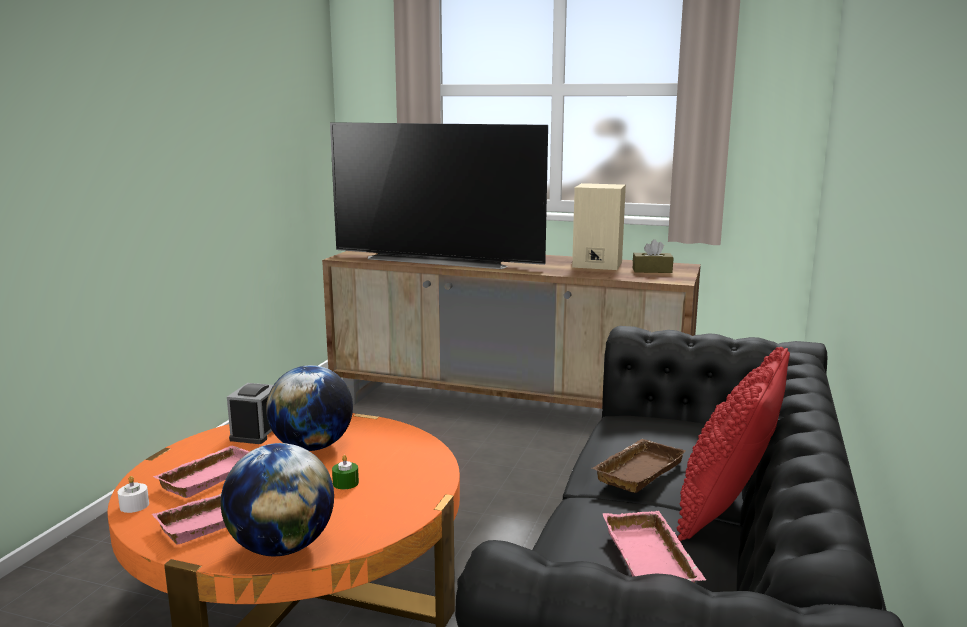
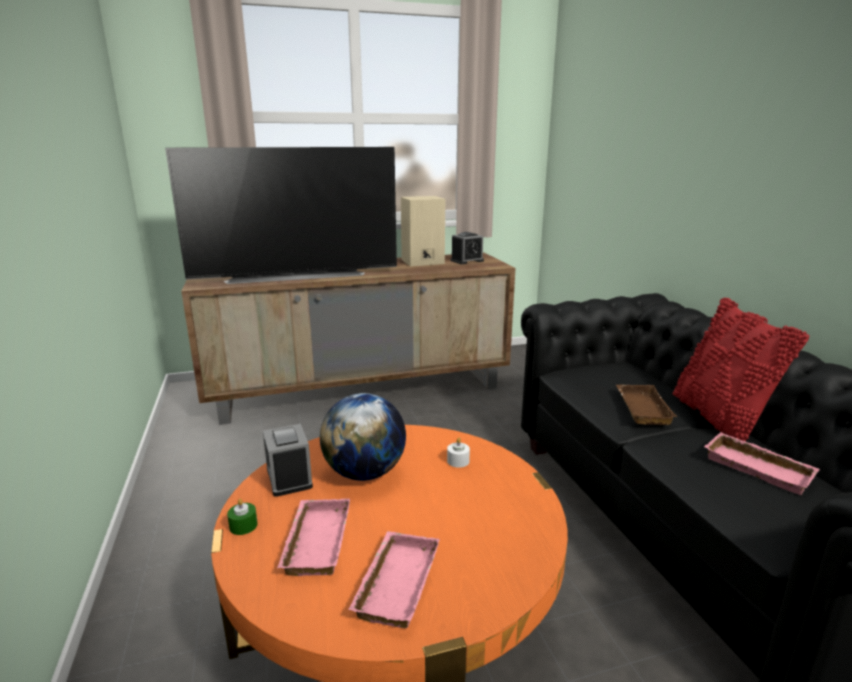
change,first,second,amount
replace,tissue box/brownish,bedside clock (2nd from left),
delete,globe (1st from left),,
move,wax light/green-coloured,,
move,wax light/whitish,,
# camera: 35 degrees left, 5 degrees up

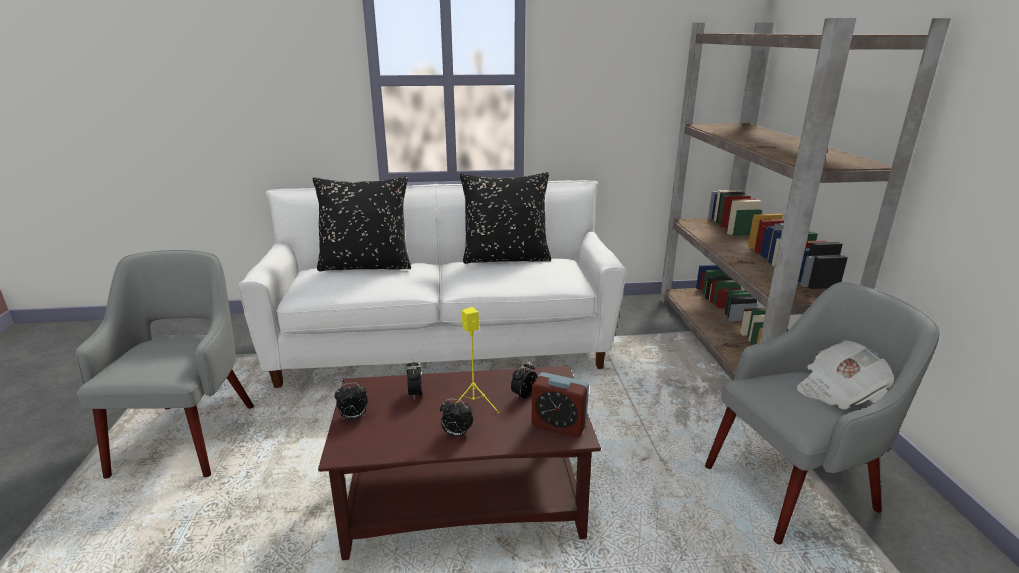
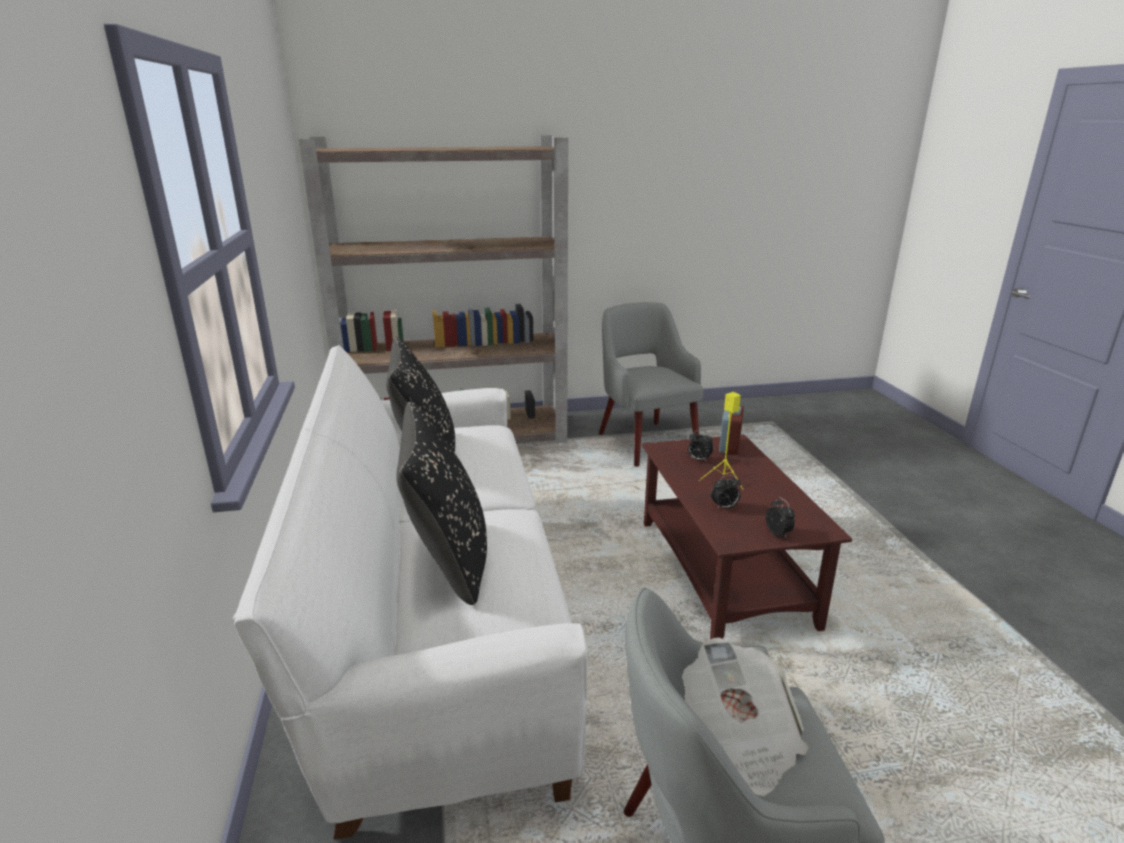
change,first,second,amount
move,printed paper,,
delete,bedside clock (3rd from left),,
# camera: 95 degrees left, 0 degrees up

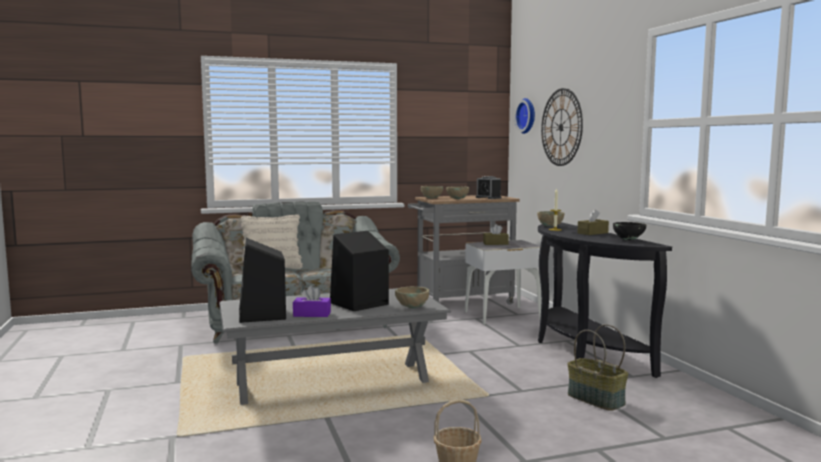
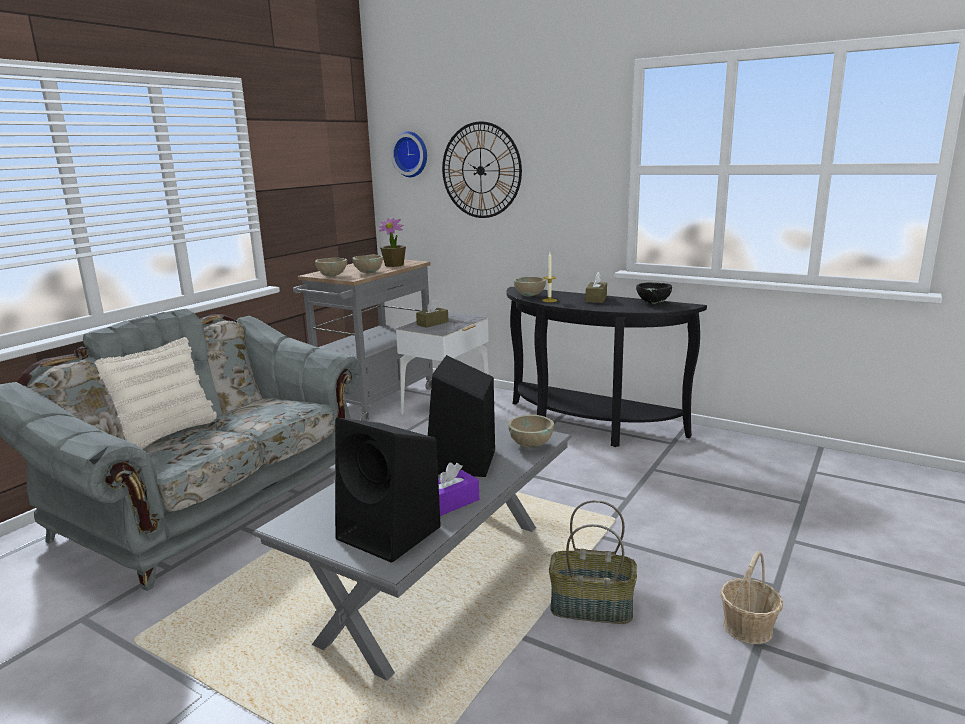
change,first,second,amount
replace,bedside clock,potted plant,
move,household basket (2nd from left in the first image),household basket (1st from left),
# camera: 40 degrees left, 10 degrees up

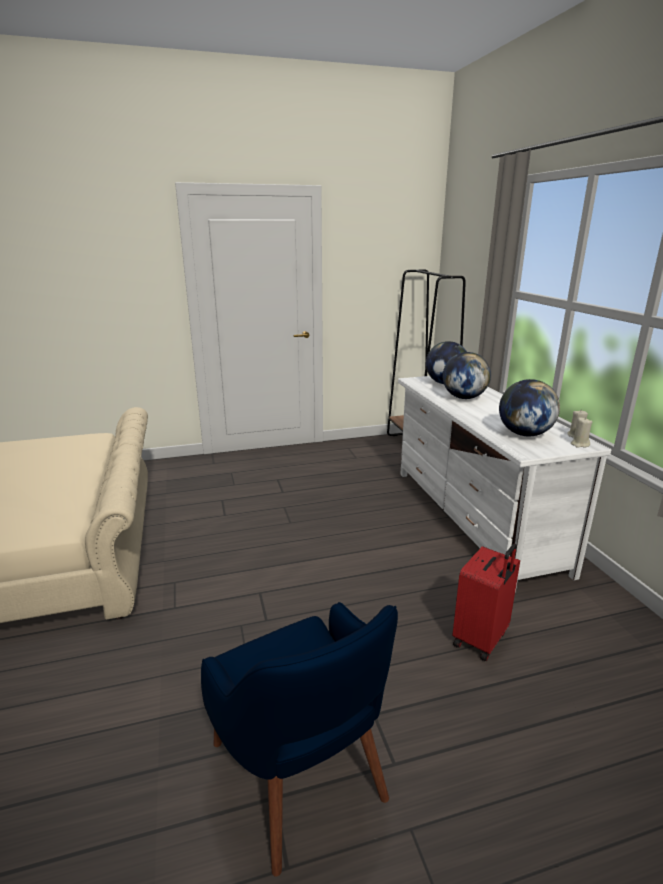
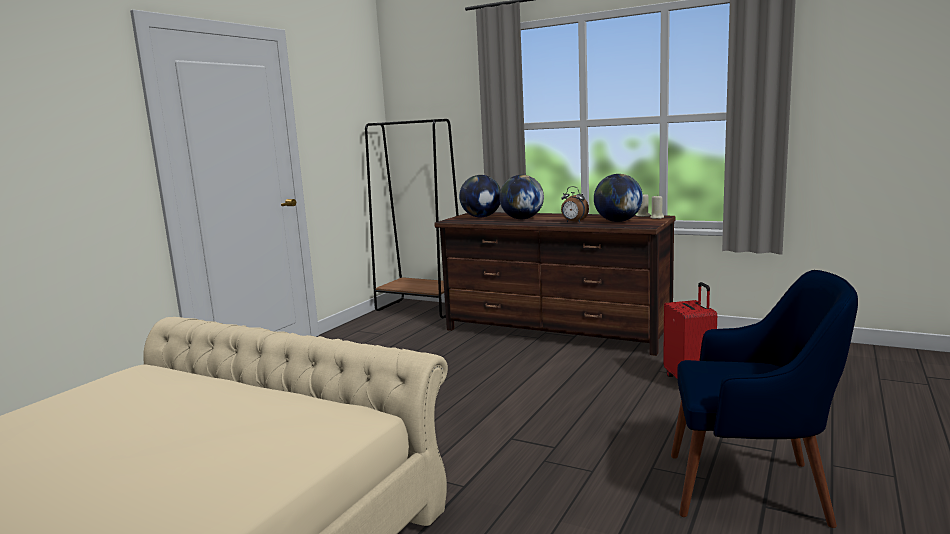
change,first,second,amount
recolor,chest of drawers/whitish,chest of drawers/brownish,
insert,,bedside clock,
# camera: 45 degrees left, 10 degrees down

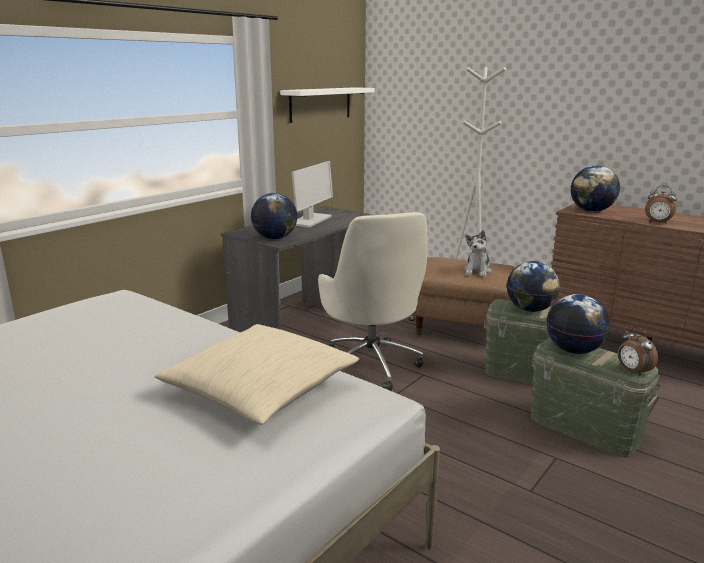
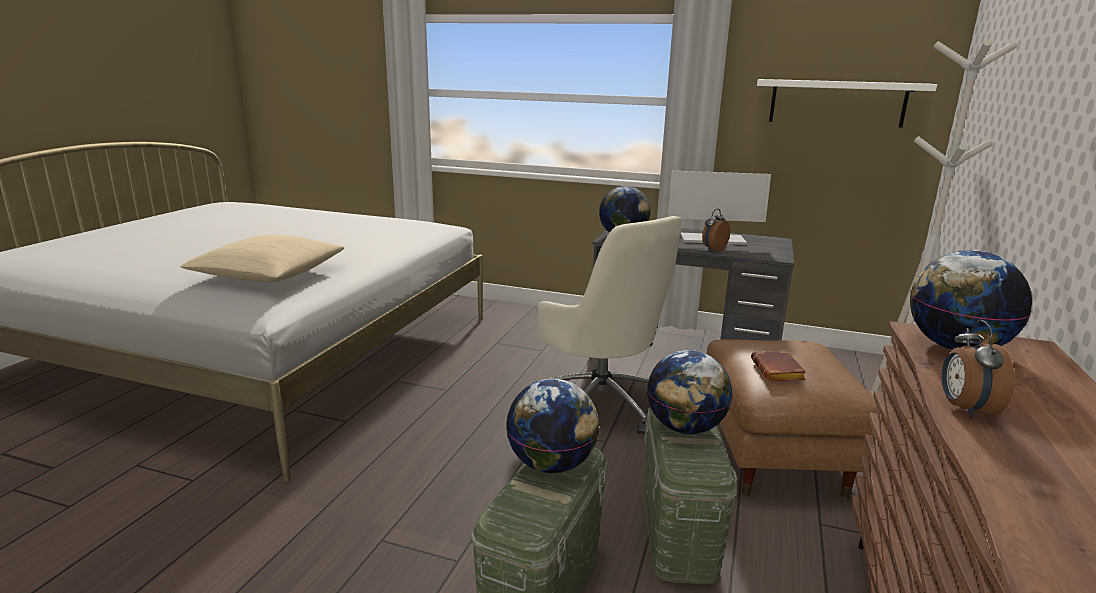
change,first,second,amount
rotate,desk chair/beige,,90 degrees counterclockwise
replace,plush toy,bound book/brownish,
move,bedside clock (1st from left),,
# camera: 70 degrees right, 0 degrees up

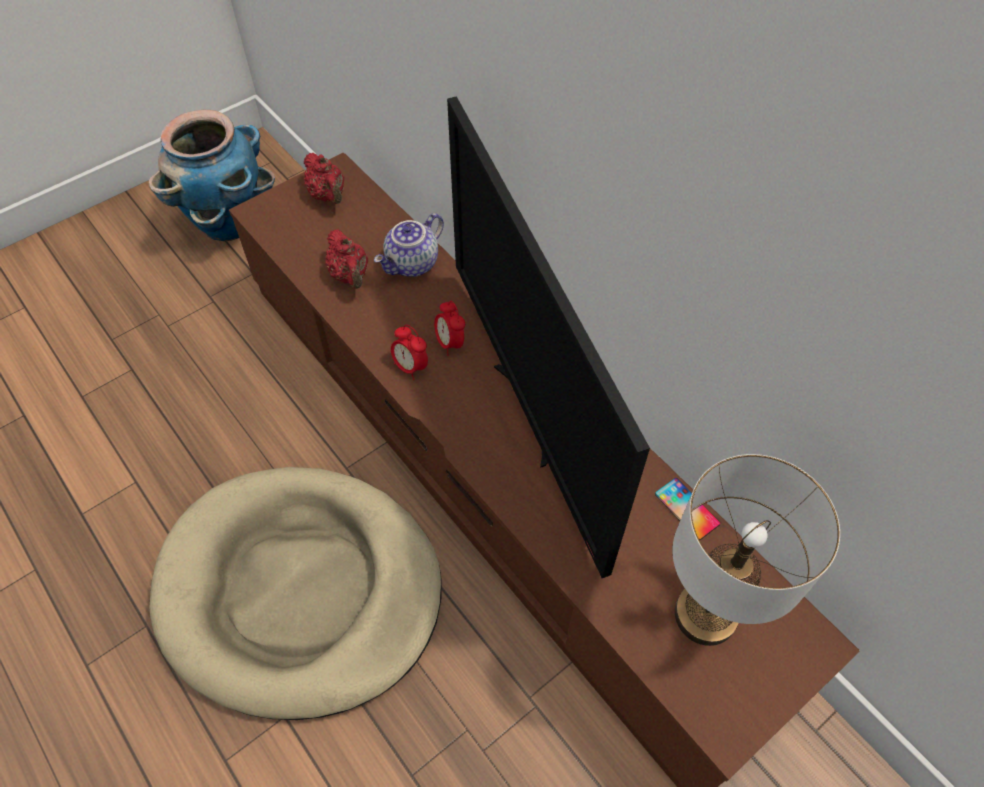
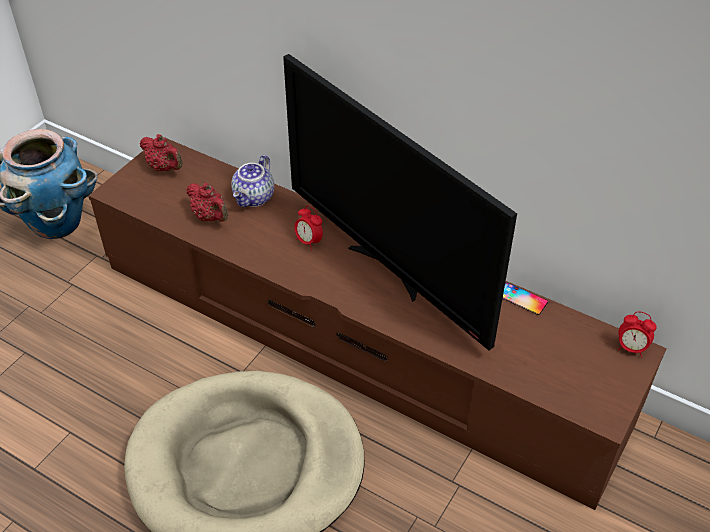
change,first,second,amount
move,bedside clock (1st from left in the first image),bedside clock (2nd from left),
delete,table lamp,,
# camera: 20 degrees left, 10 degrees down

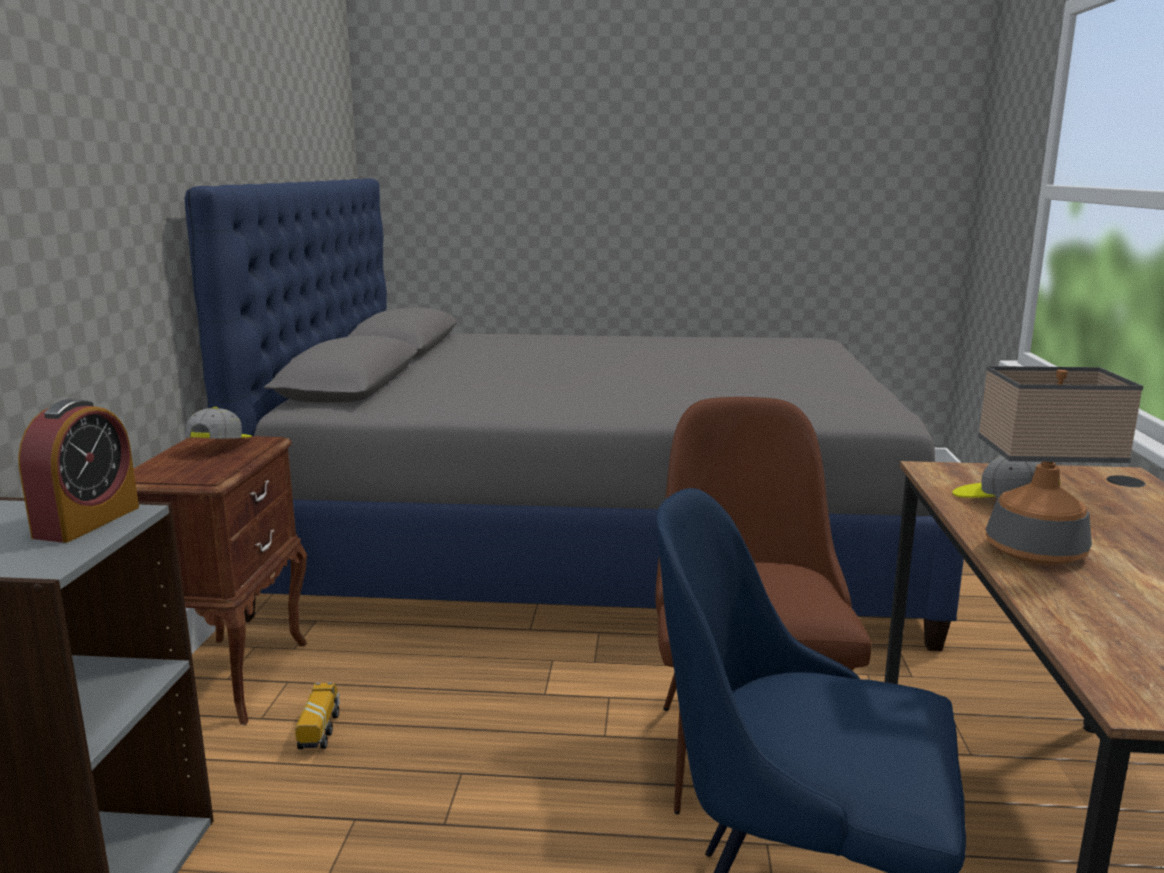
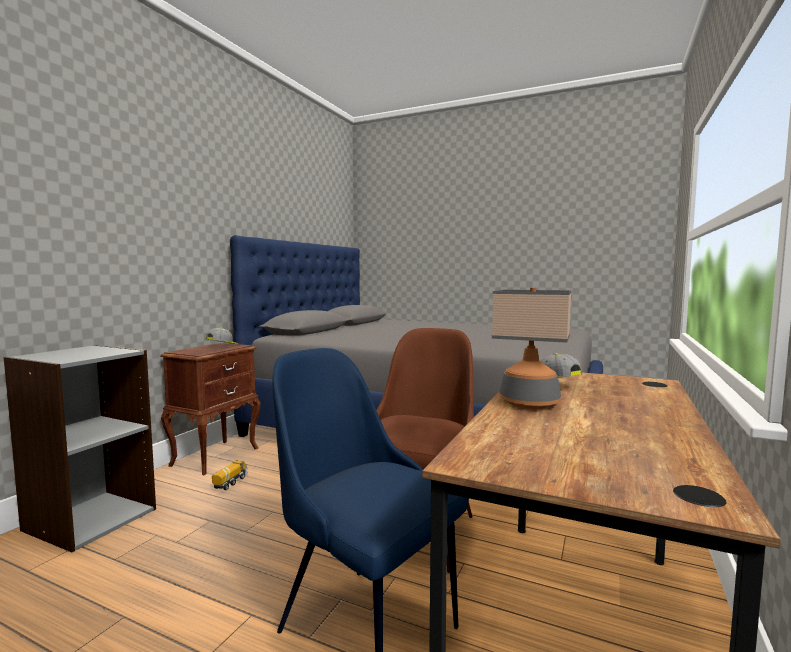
change,first,second,amount
delete,bedside clock,,
# camera: 20 degrees right, 10 degrees down

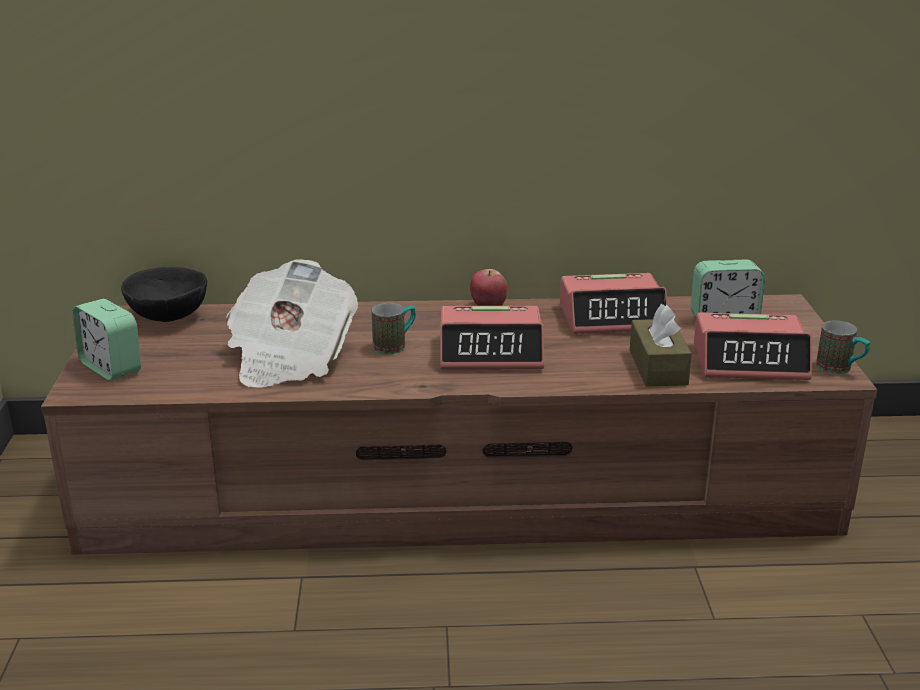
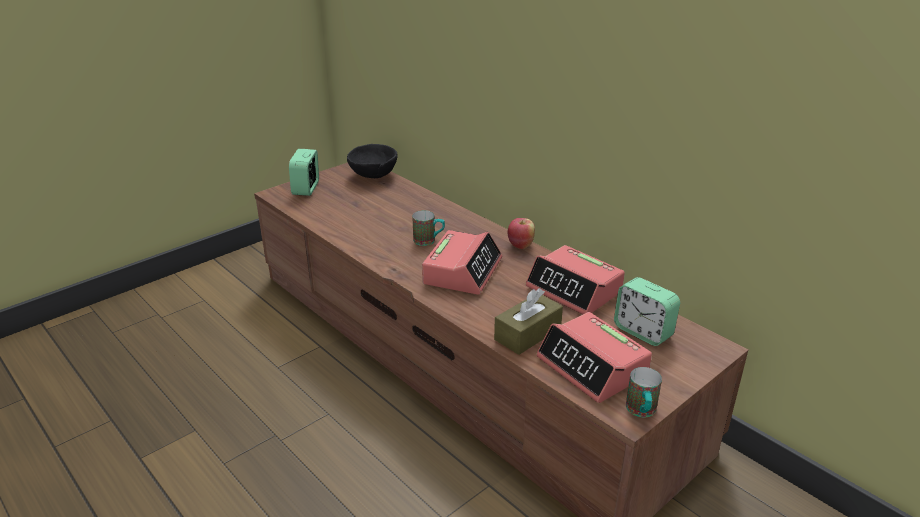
change,first,second,amount
delete,printed paper,,
rotate,bedside clock (2nd from left),,120 degrees counterclockwise
# camera: 50 degrees right, 5 degrees up

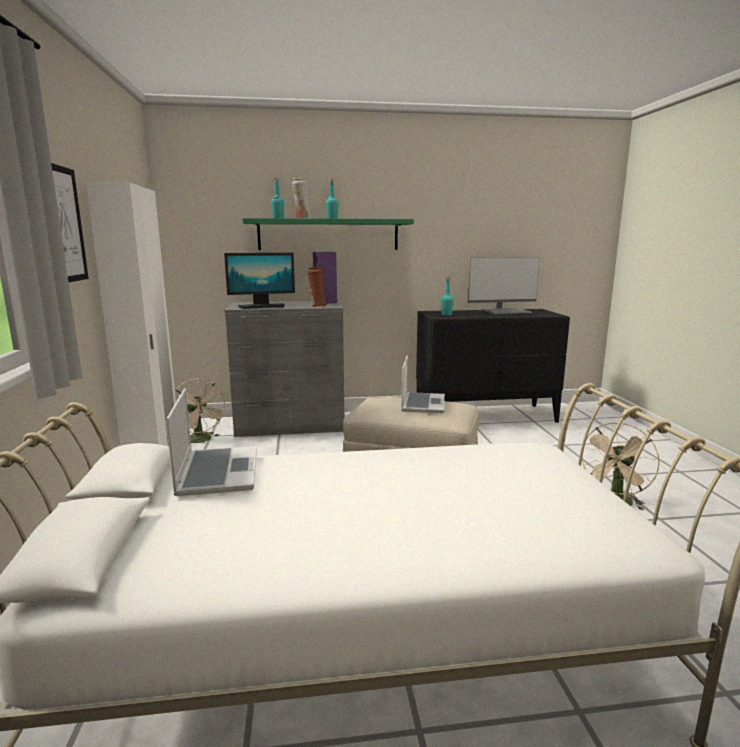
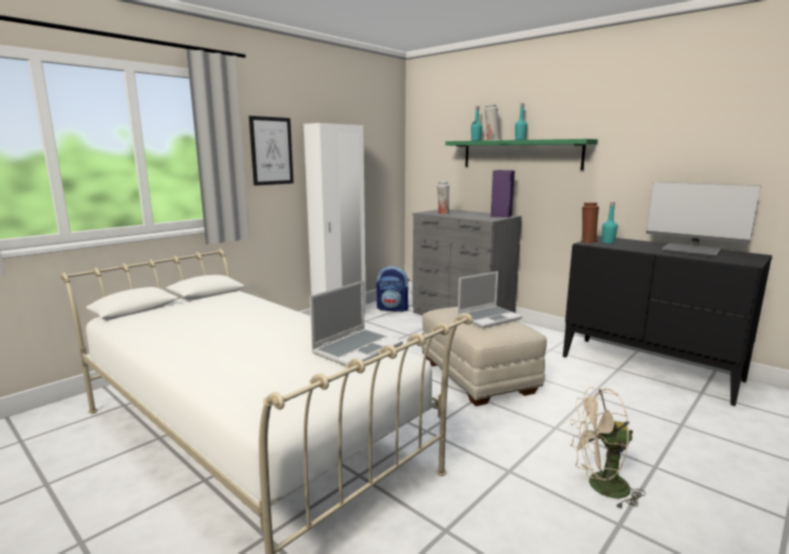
change,first,second,amount
replace,computer screen (1st from left),flower vase/whitish (1st from left),
move,flower vase/brownish,,
replace,cooling fan/beige (1st from left),knapsack,
move,laptop (1st from left),,
# camera: 50 degrees right, 0 degrees up

